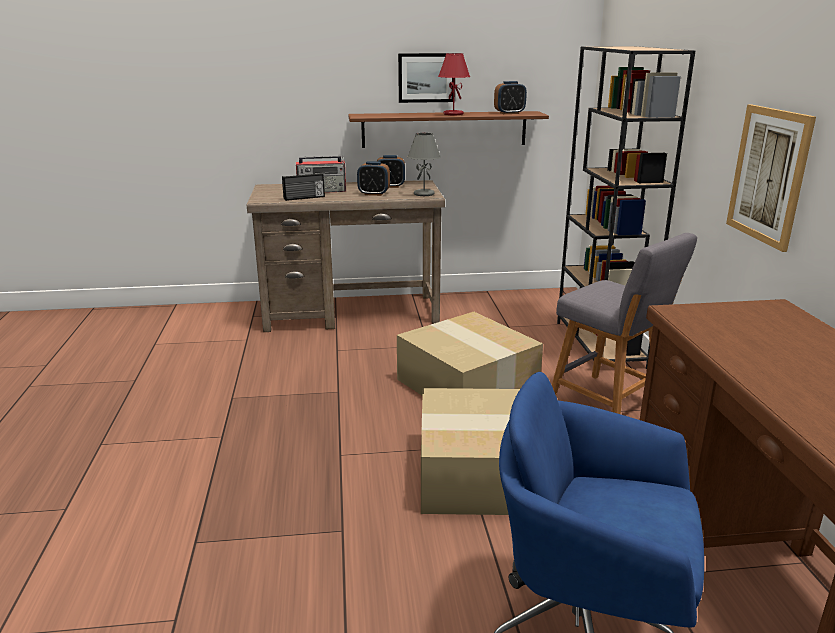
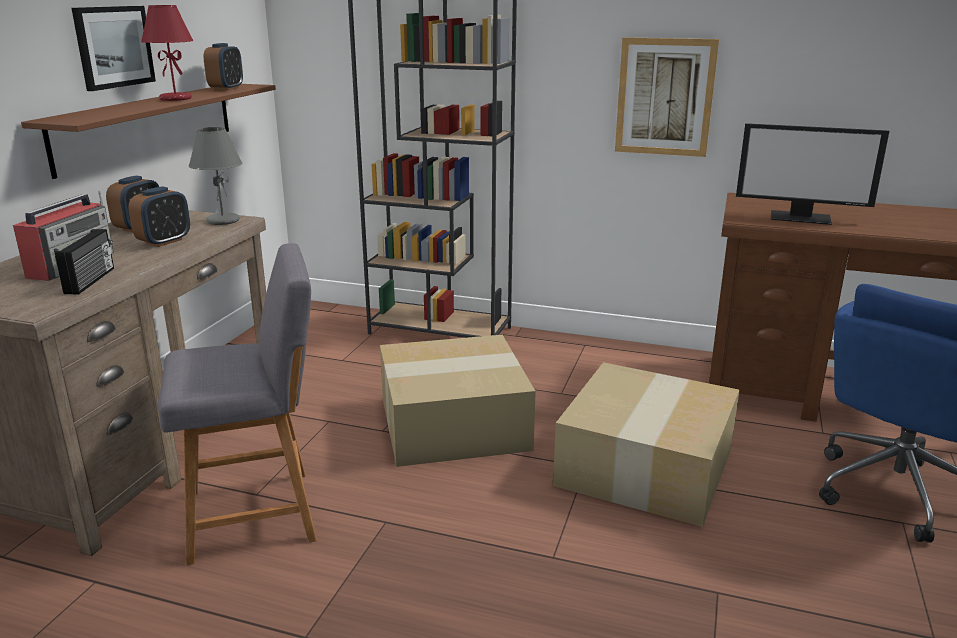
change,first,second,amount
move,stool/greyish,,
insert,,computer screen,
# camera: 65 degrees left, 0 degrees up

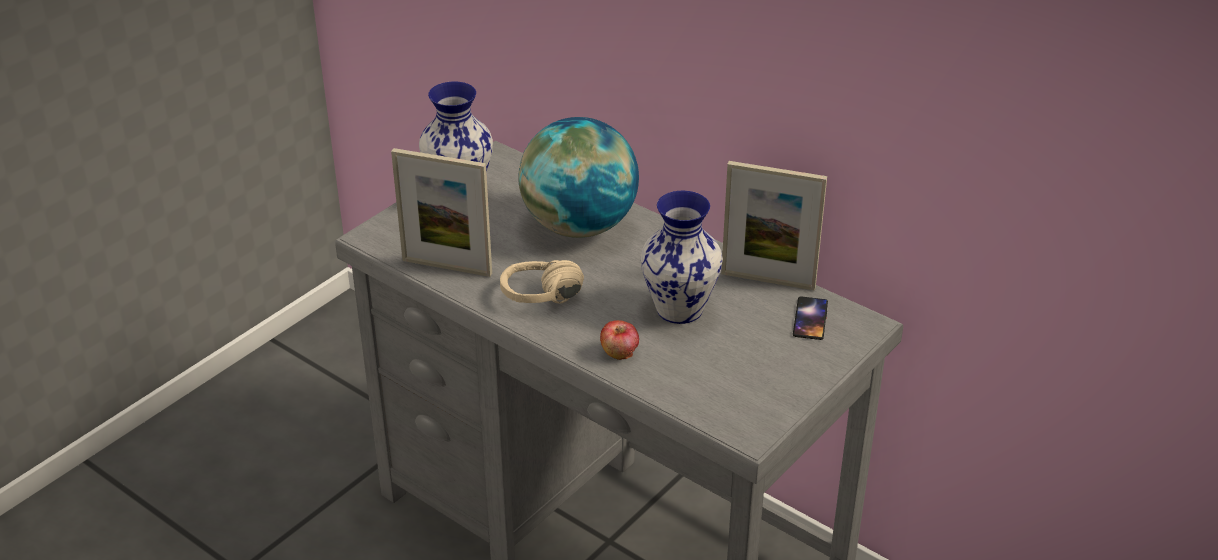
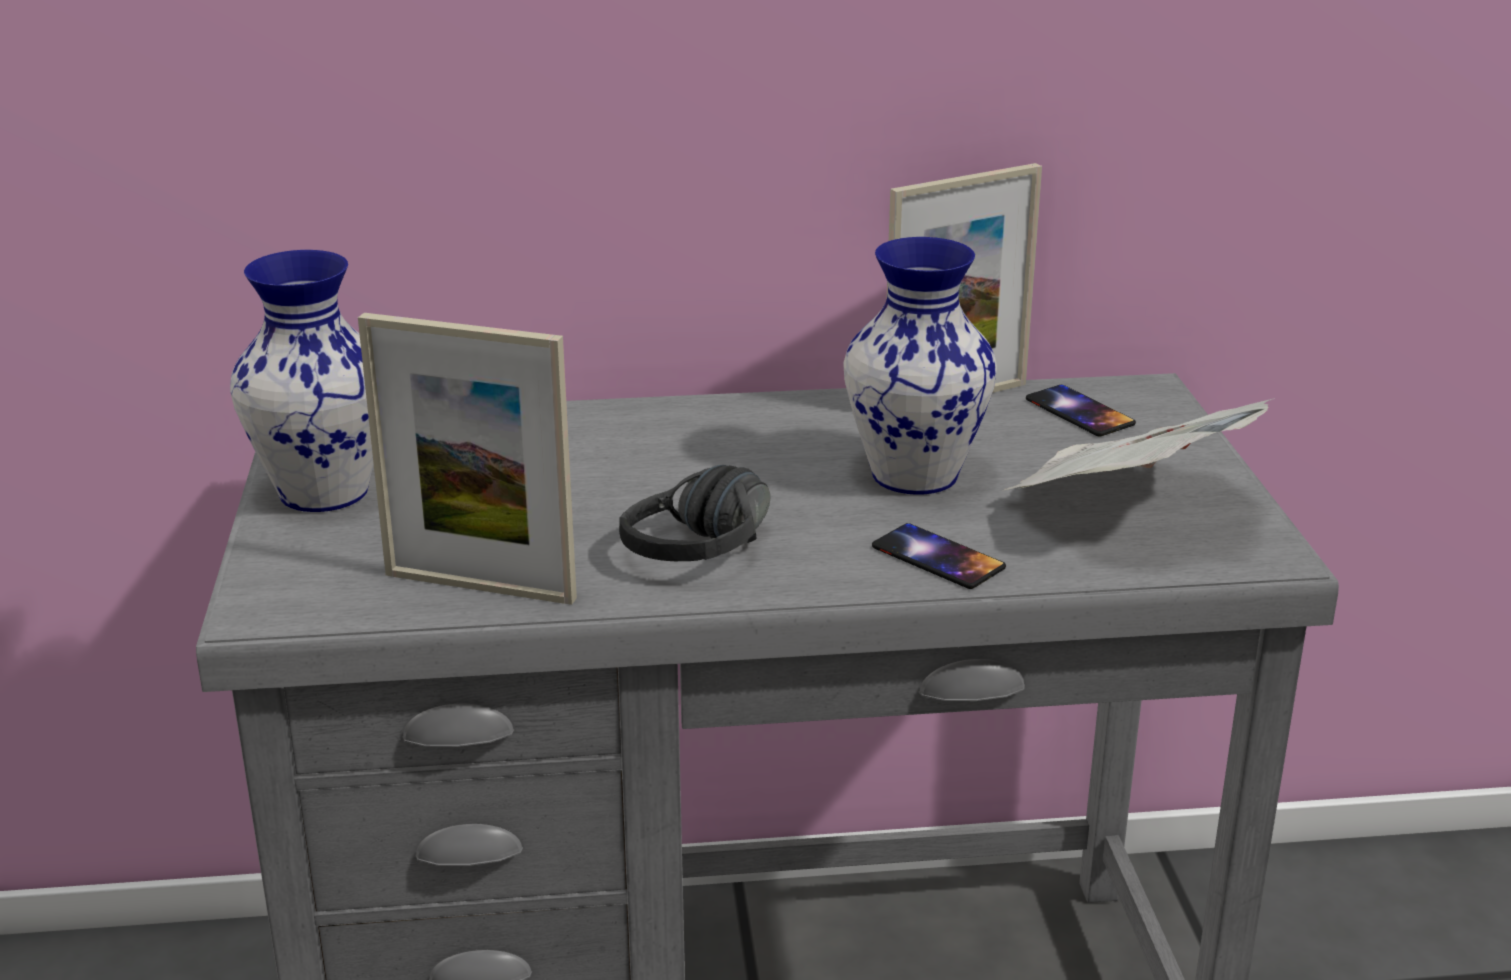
change,first,second,amount
delete,globe,,
rotate,picture frame (1st from left),,45 degrees clockwise
recolor,pair of headphones/beige,pair of headphones/blackish,
replace,apple,phone (1st from left),
insert,,printed paper,
# camera: 45 degrees left, 10 degrees down

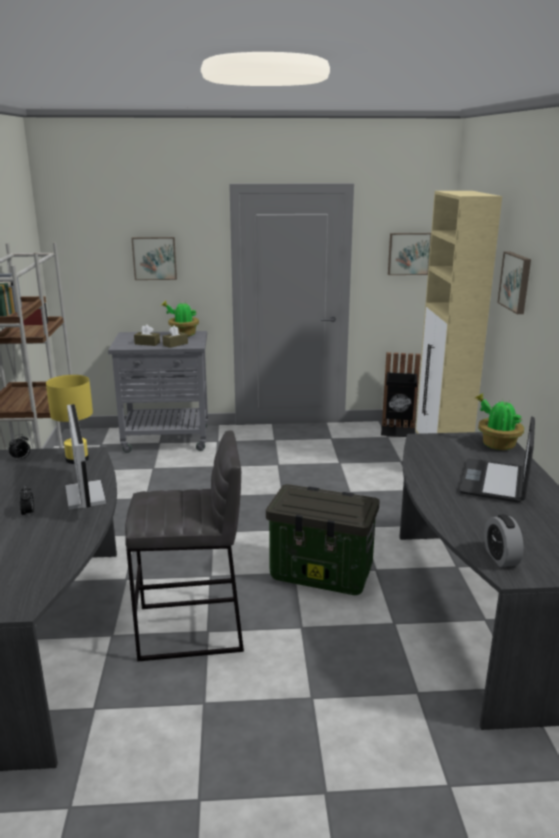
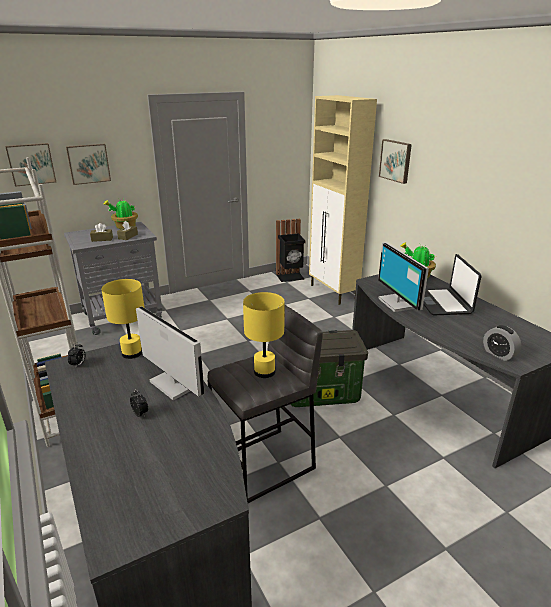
change,first,second,amount
move,picture (2nd from left in the first image),picture (1st from left),
insert,,computer screen (2nd from left),
insert,,table lamp/yellowish (2nd from left),
# camera: 25 degrees left, 5 degrees up

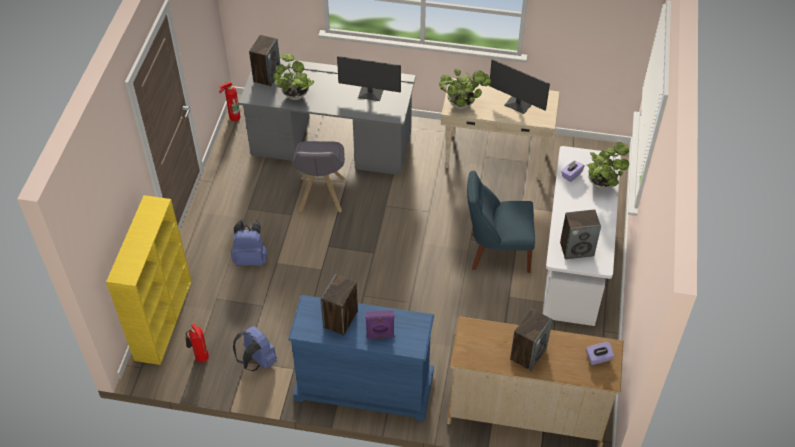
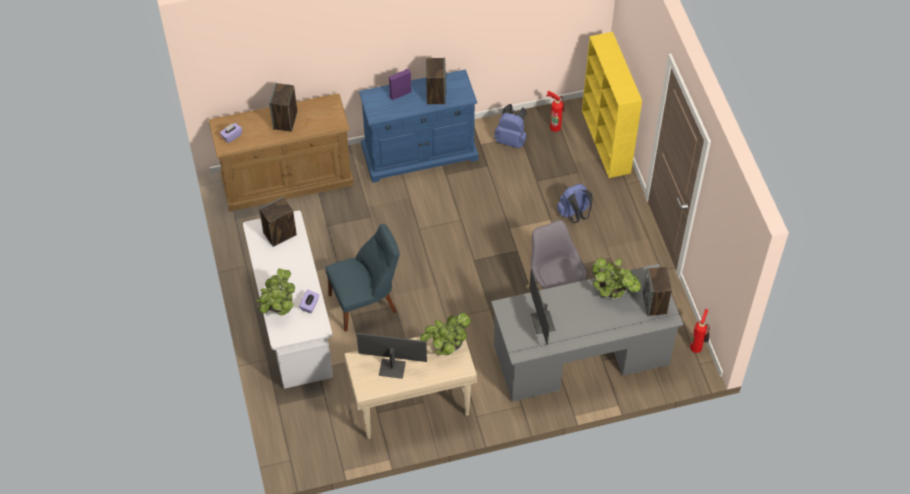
change,first,second,amount
rotate,computer screen (1st from left in the first image),computer screen (2nd from left),90 degrees counterclockwise
# camera: 155 degrees right, 5 degrees up

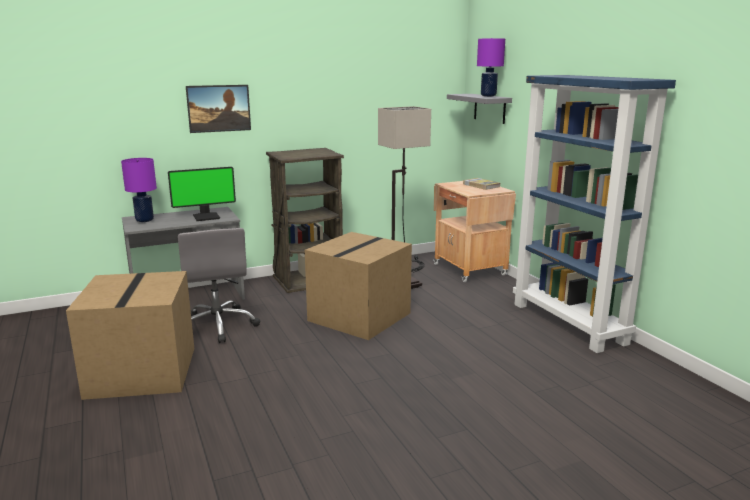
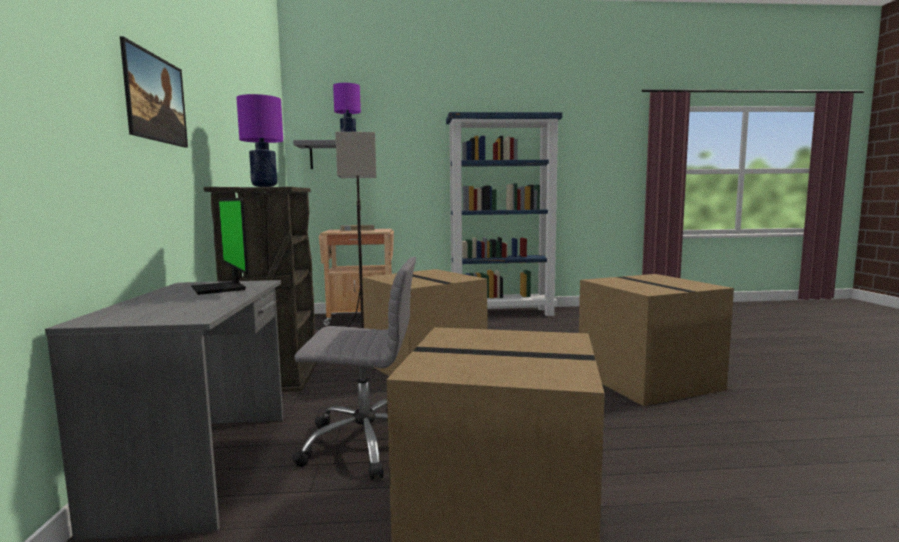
change,first,second,amount
move,table lamp/purplish (1st from left),,
rotate,computer screen,,150 degrees clockwise
insert,,packing box (3rd from left),
# camera: 70 degrees left, 10 degrees down

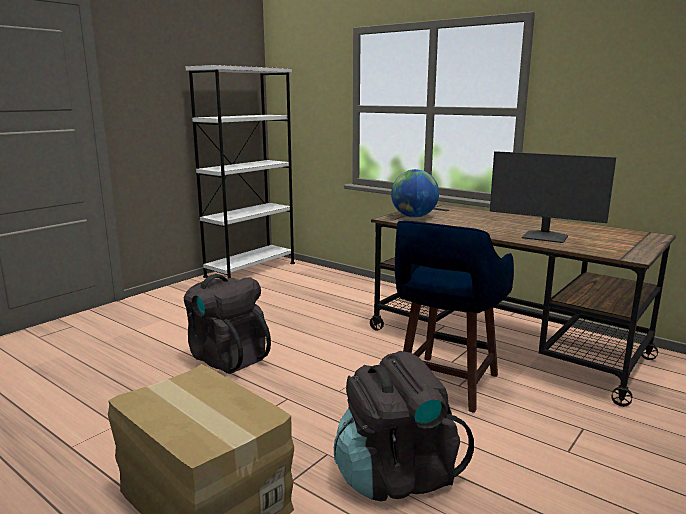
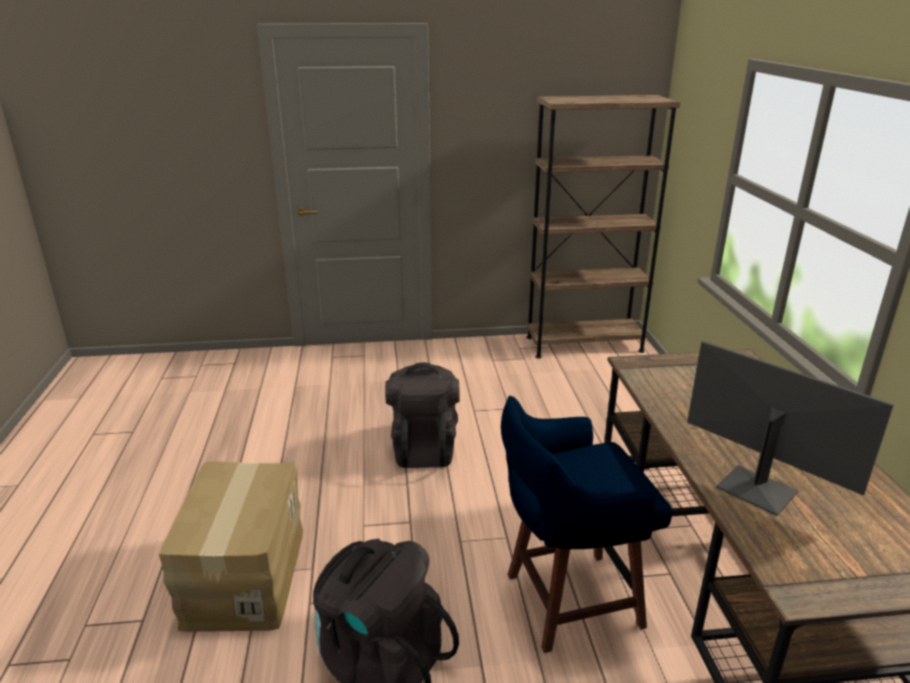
change,first,second,amount
recolor,bookshelf/whitish,bookshelf/brownish,
rotate,computer screen,,150 degrees clockwise
delete,globe,,
# camera: 45 degrees right, 10 degrees up

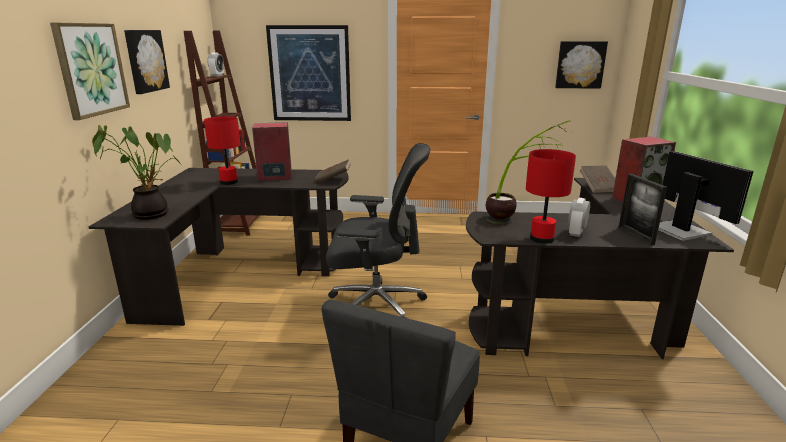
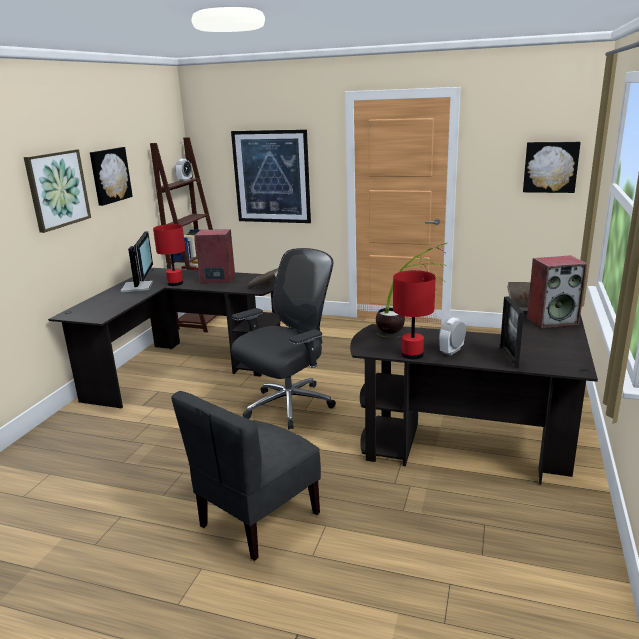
change,first,second,amount
delete,potted plant (1st from left),,
rotate,desk chair,,60 degrees counterclockwise
move,computer screen,,
# camera: 15 degrees right, 0 degrees up

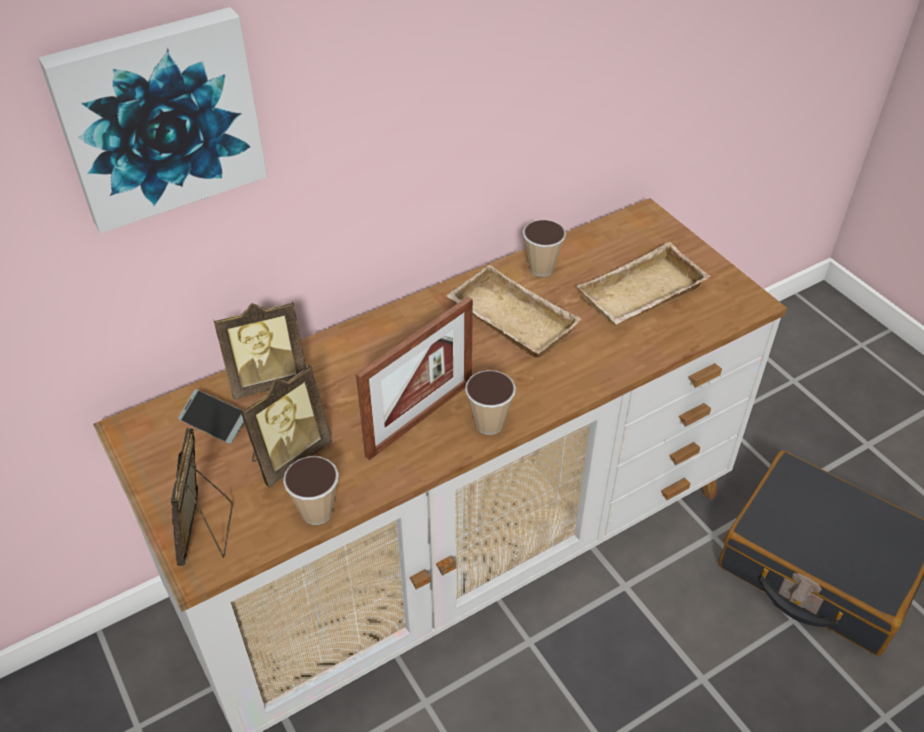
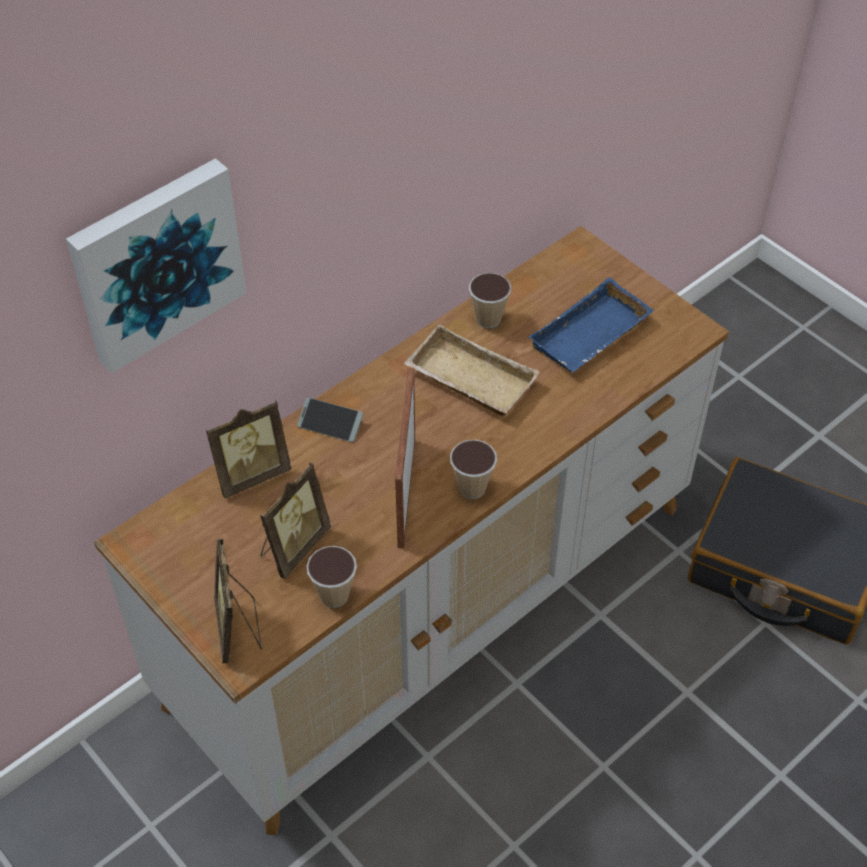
change,first,second,amount
recolor,serving tray/beige (2nd from left),serving tray/bluish,
rotate,picture frame (4th from left),,150 degrees clockwise
move,phone,,
# camera: 10 degrees left, 5 degrees up

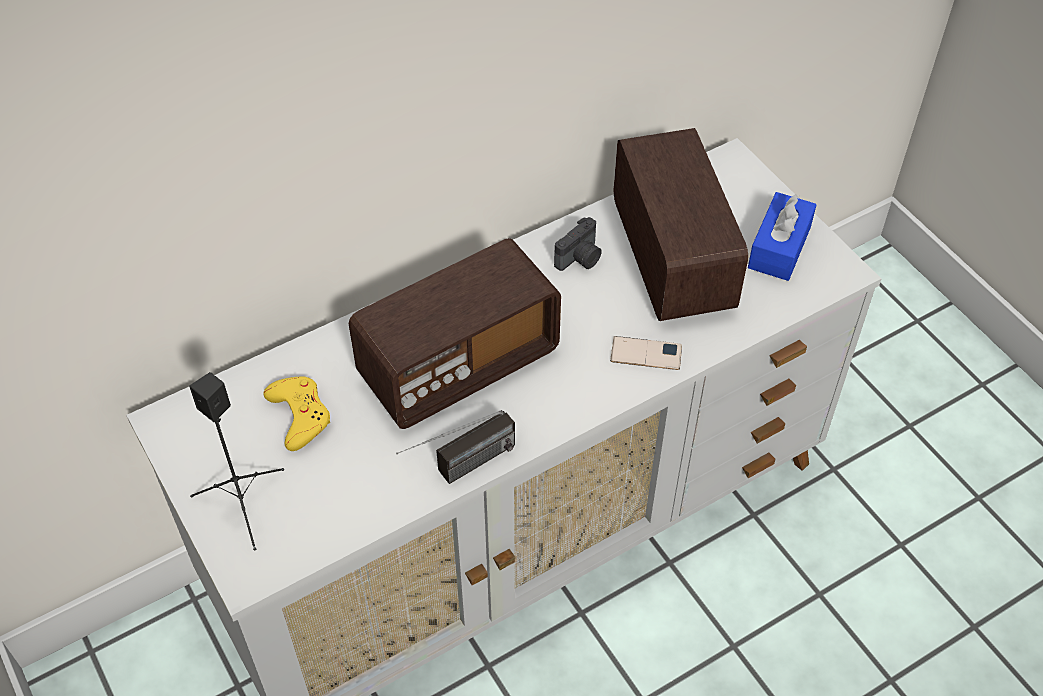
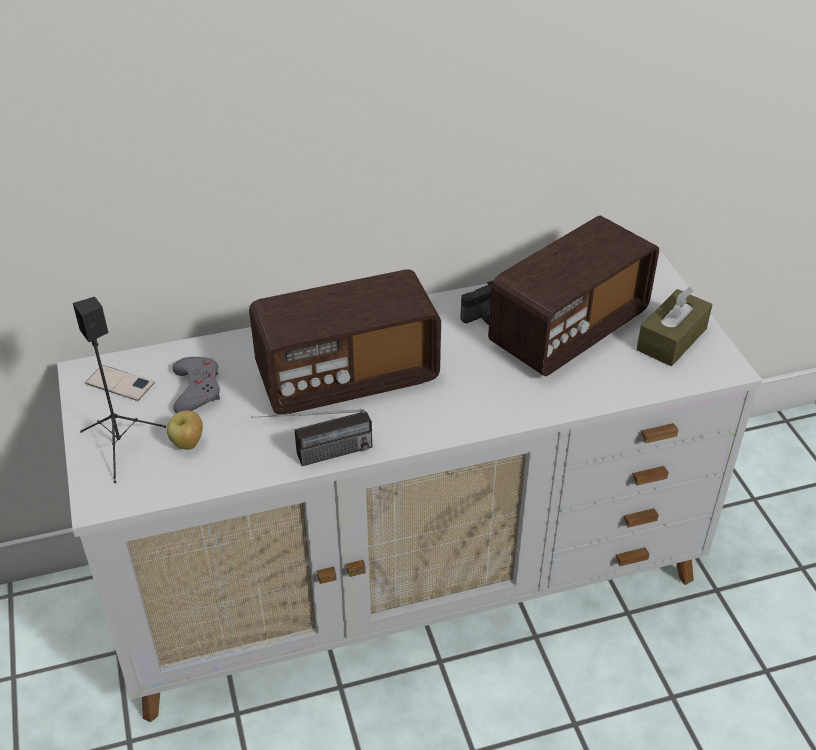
change,first,second,amount
rotate,radio (3rd from left),,45 degrees clockwise
recolor,tissue box/bluish,tissue box/brownish,
move,phone,,
recolor,gamepad/yellowish,gamepad/greyish,
insert,,apple,
# camera: 15 degrees right, 10 degrees down

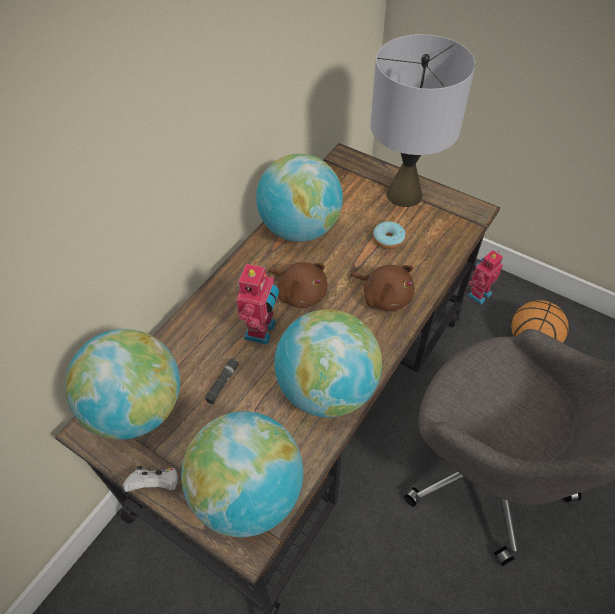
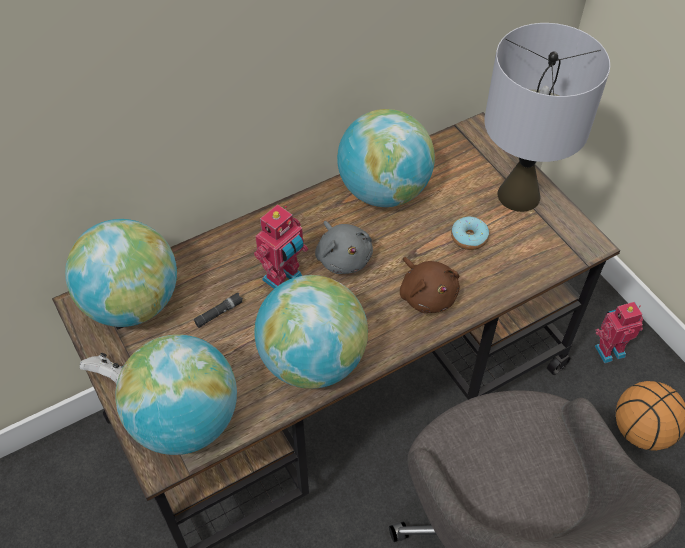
change,first,second,amount
recolor,plush toy/brownish (1st from left),plush toy/greyish,
# camera: 25 degrees right, 0 degrees up

